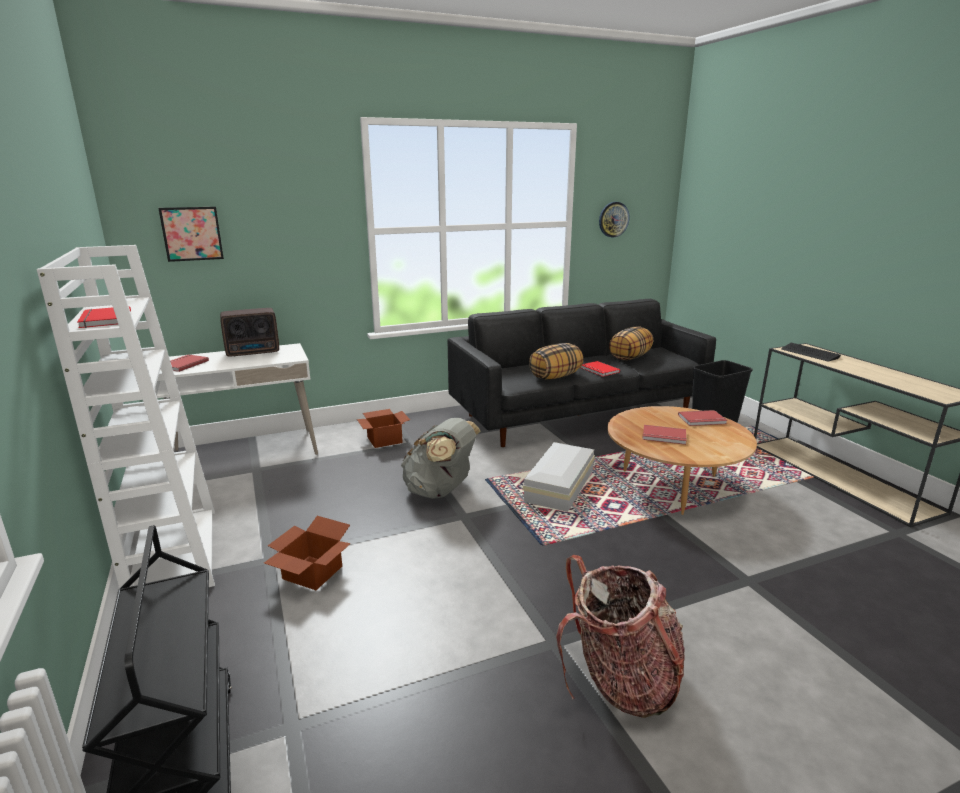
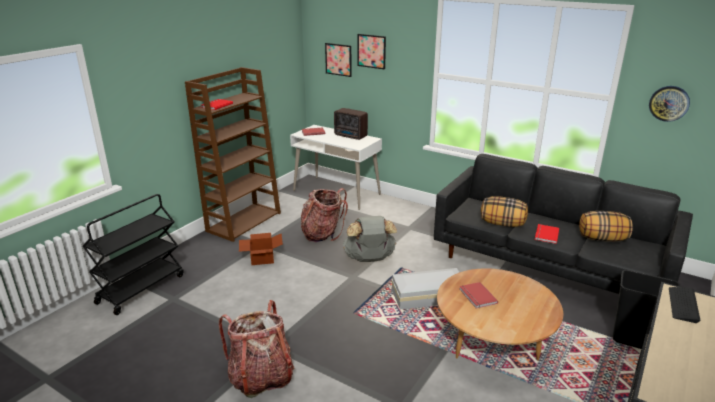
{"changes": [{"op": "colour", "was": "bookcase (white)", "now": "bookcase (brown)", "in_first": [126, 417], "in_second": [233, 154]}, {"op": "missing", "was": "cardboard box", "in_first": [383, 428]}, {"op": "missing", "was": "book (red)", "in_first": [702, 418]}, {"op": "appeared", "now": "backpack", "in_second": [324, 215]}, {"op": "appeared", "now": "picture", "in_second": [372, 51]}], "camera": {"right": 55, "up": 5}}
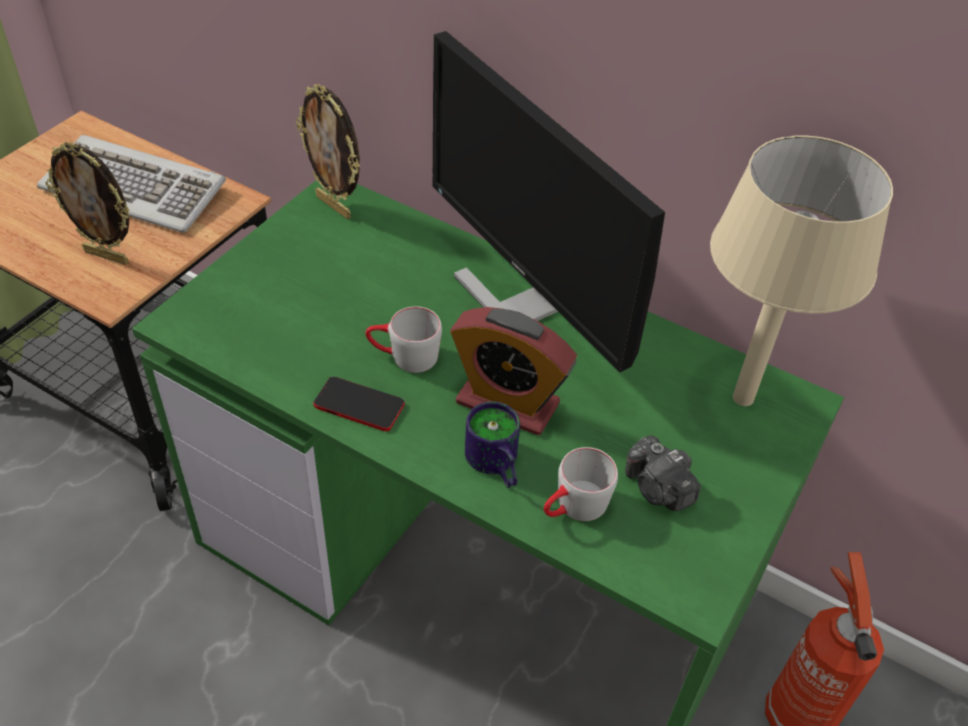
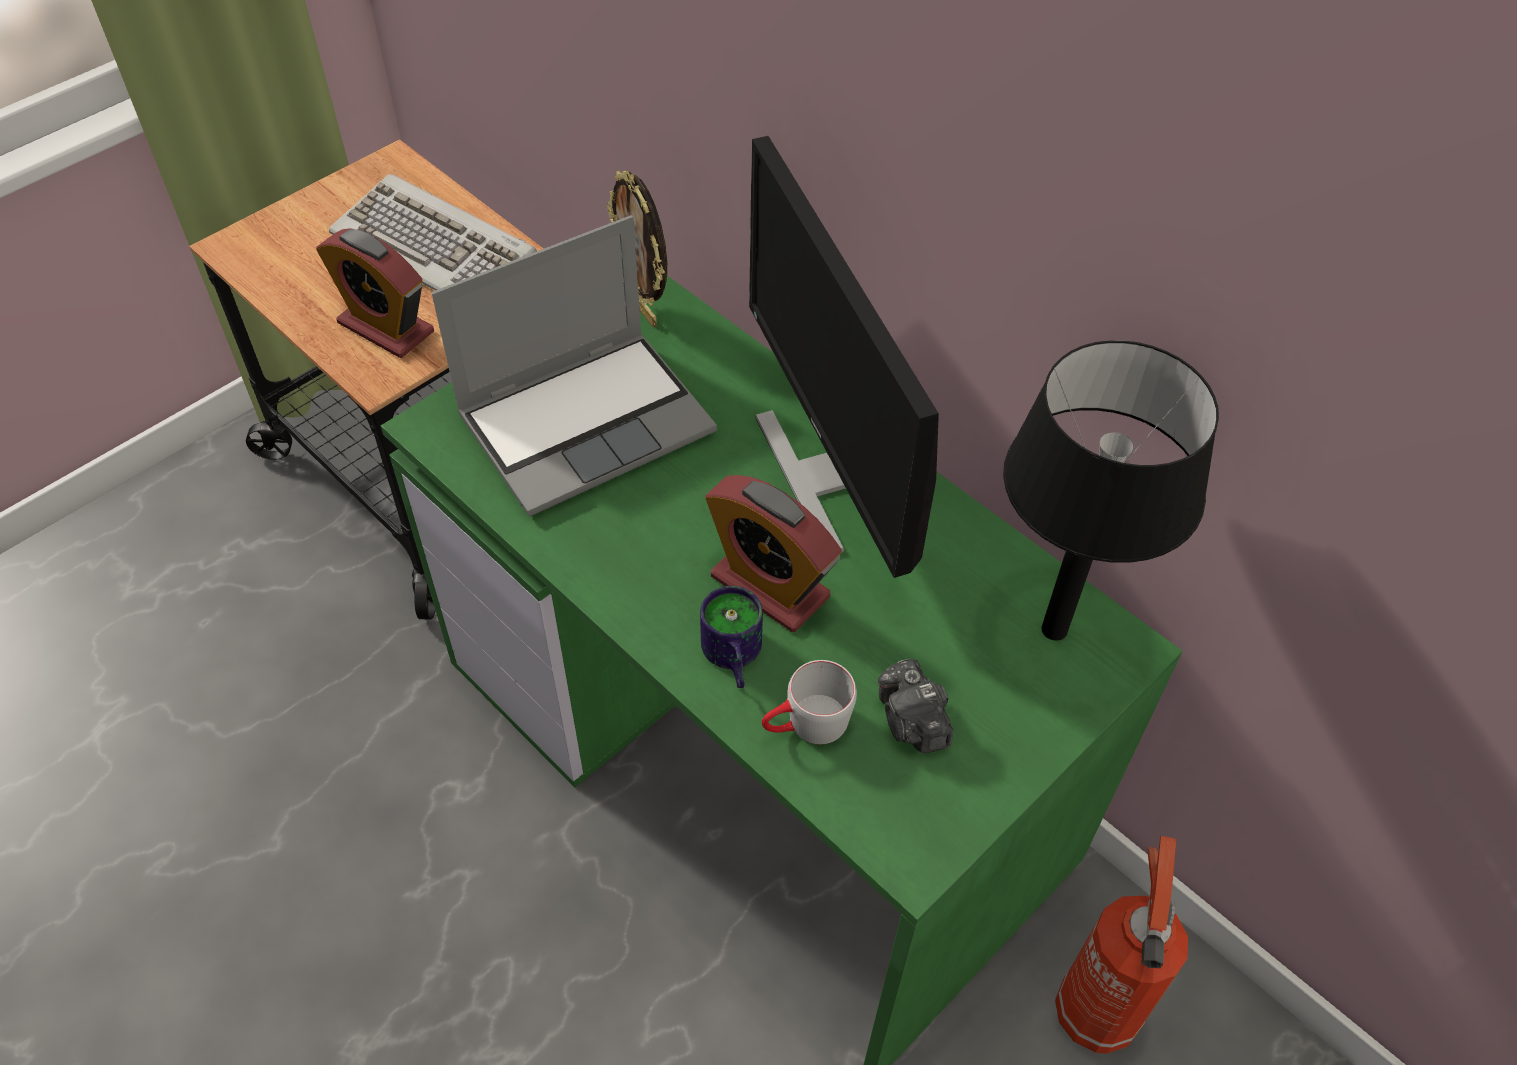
{"changes": [{"op": "exchanged", "was": "picture frame", "now": "alarm clock", "in_first": [87, 203], "in_second": [375, 293]}, {"op": "missing", "was": "phone", "in_first": [359, 404]}, {"op": "missing", "was": "mug (grey)", "in_first": [403, 339]}, {"op": "colour", "was": "table lamp (beige)", "now": "table lamp (black)", "in_first": [801, 271], "in_second": [1111, 490]}, {"op": "appeared", "now": "laptop", "in_second": [574, 366]}], "camera": {"right": 15, "up": 5}}
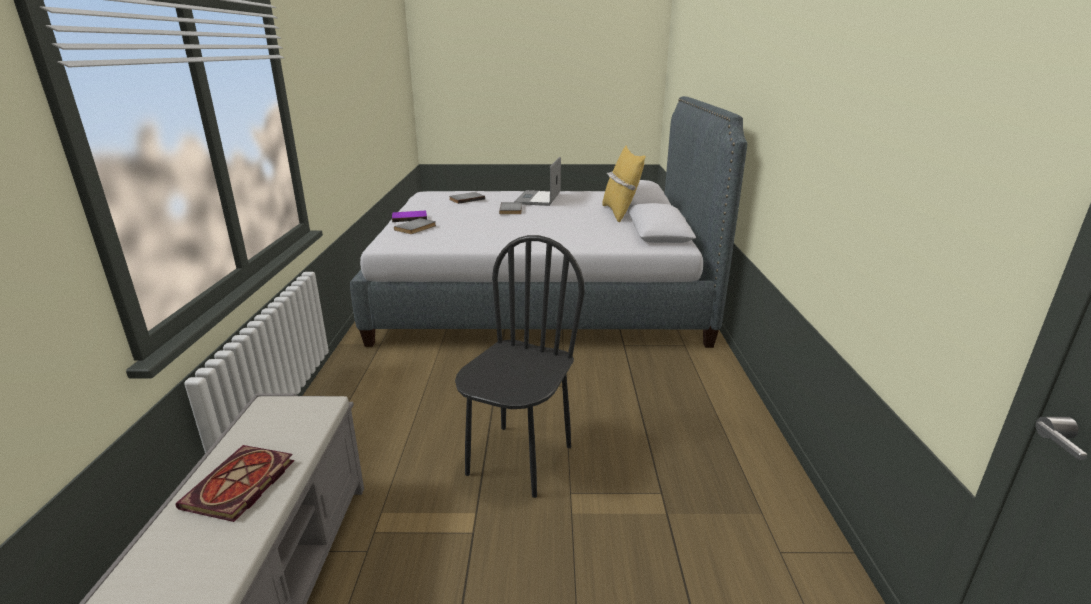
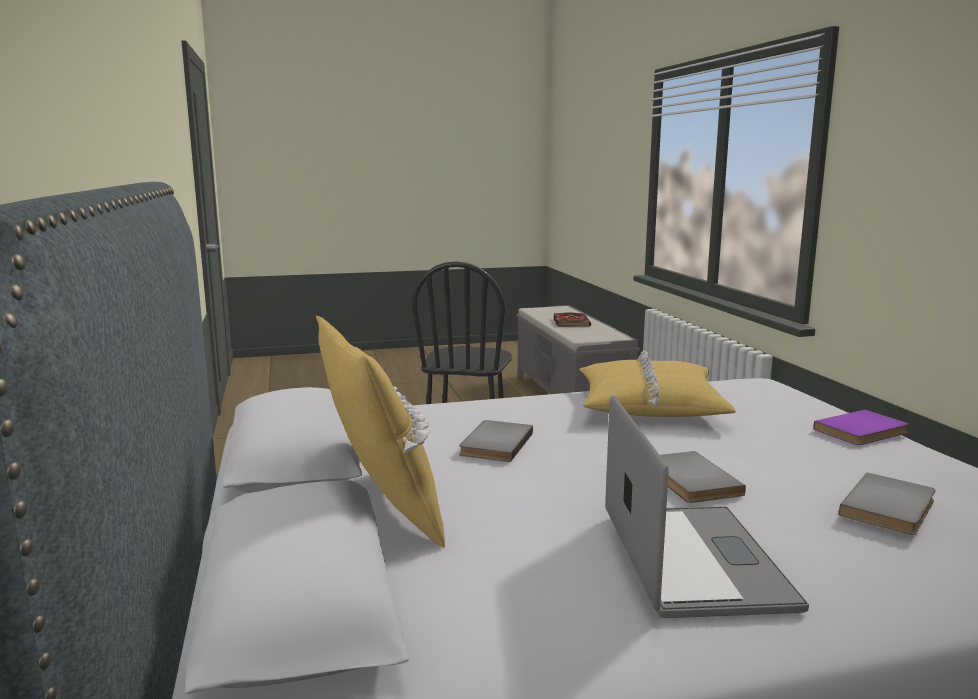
{"changes": [{"op": "relocated", "was": "book (grey)", "in_first": [415, 226], "in_second": [496, 441]}, {"op": "appeared", "now": "pillow (yellow)", "in_second": [657, 383]}], "camera": {"right": 165, "up": -10}}
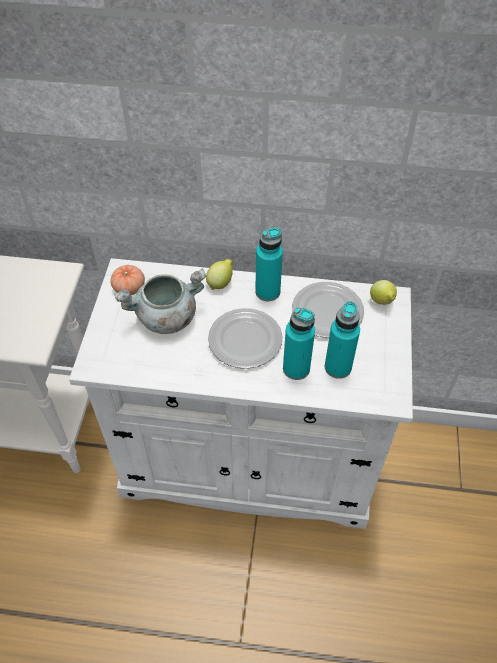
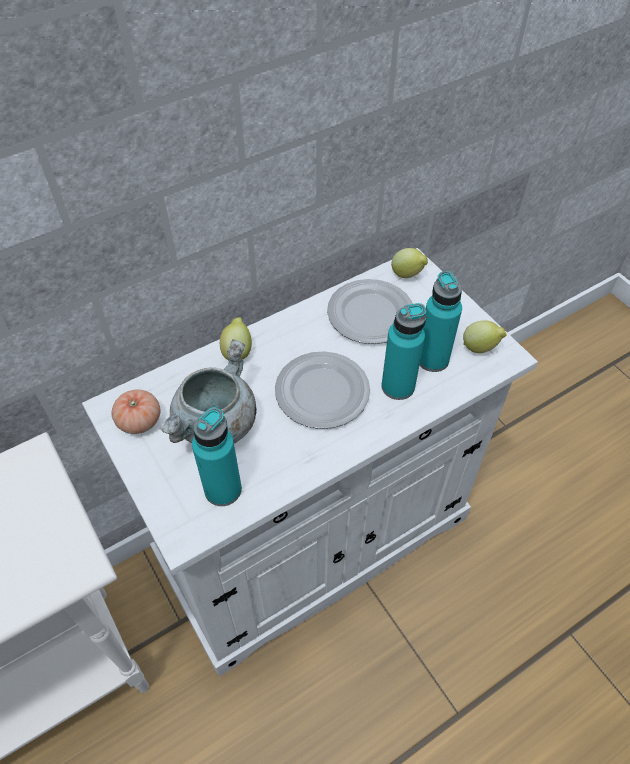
{"changes": [{"op": "relocated", "was": "bottle (turquoise)", "in_first": [269, 264], "in_second": [217, 456]}, {"op": "appeared", "now": "lemon", "in_second": [484, 336]}], "camera": {"right": -40, "up": 0}}
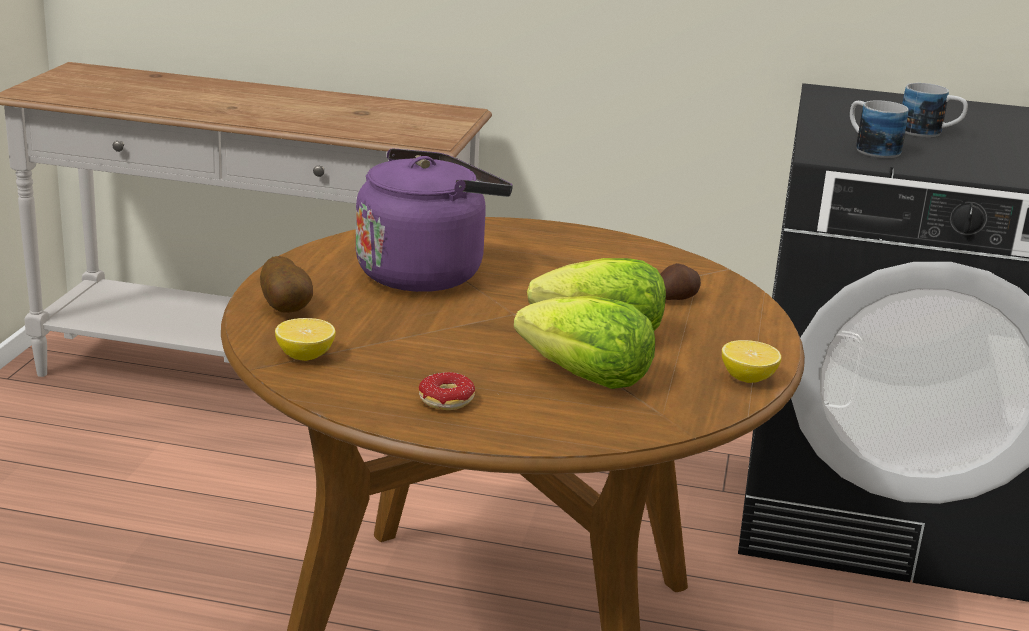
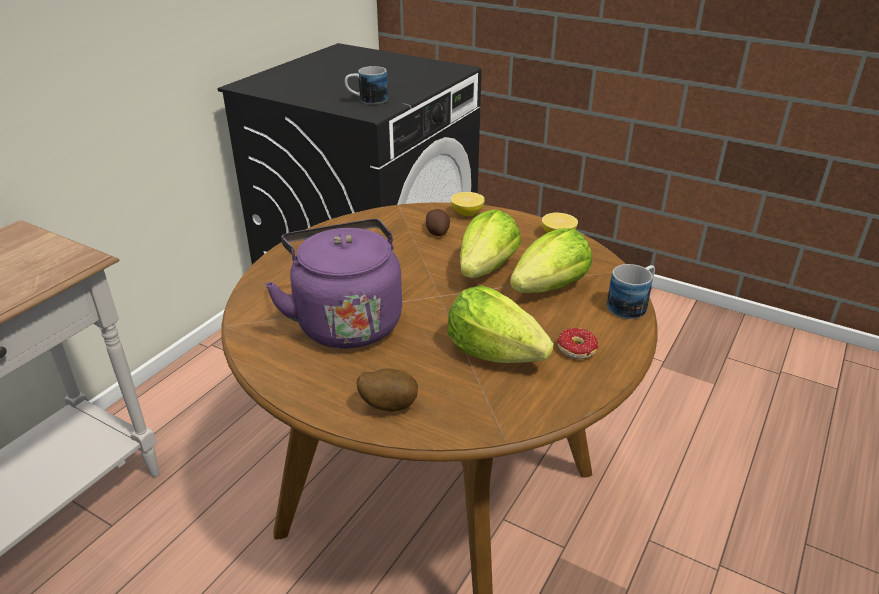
{"changes": [{"op": "relocated", "was": "lemon", "in_first": [305, 339], "in_second": [468, 204]}, {"op": "relocated", "was": "mug", "in_first": [935, 110], "in_second": [631, 291]}, {"op": "appeared", "now": "lettuce", "in_second": [501, 324]}], "camera": {"right": -70, "up": 10}}
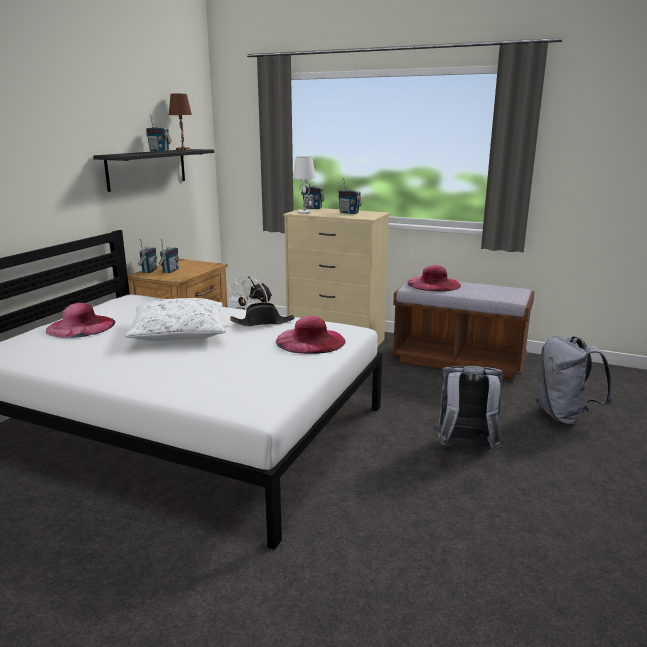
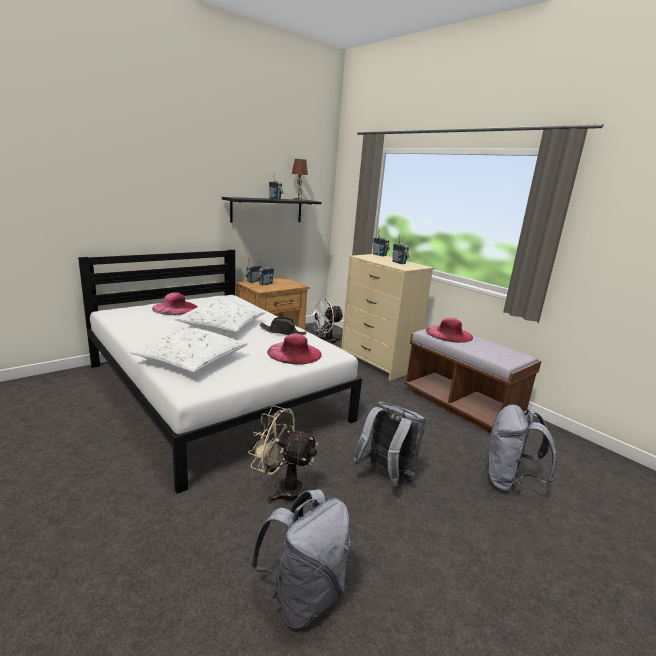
{"changes": [{"op": "missing", "was": "table lamp (white)", "in_first": [304, 185]}, {"op": "appeared", "now": "pillow (white)", "in_second": [189, 350]}, {"op": "appeared", "now": "fan (beige)", "in_second": [283, 454]}, {"op": "appeared", "now": "backpack (grey)", "in_second": [300, 559]}], "camera": {"right": 25, "up": 0}}
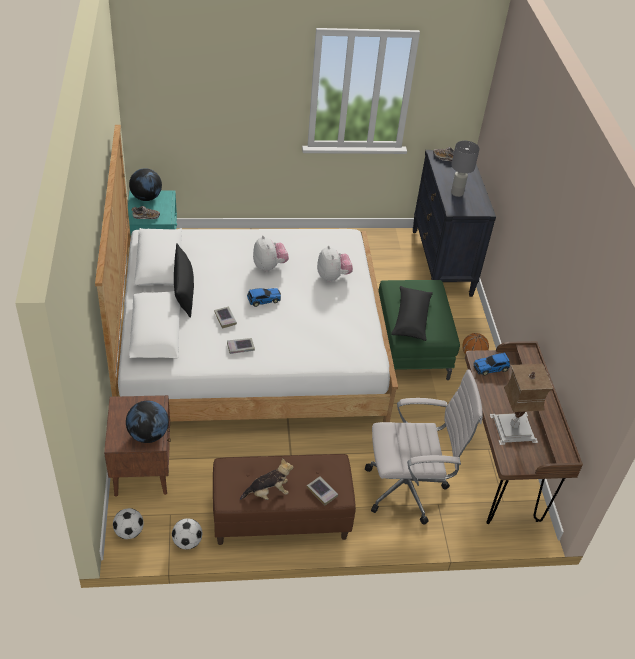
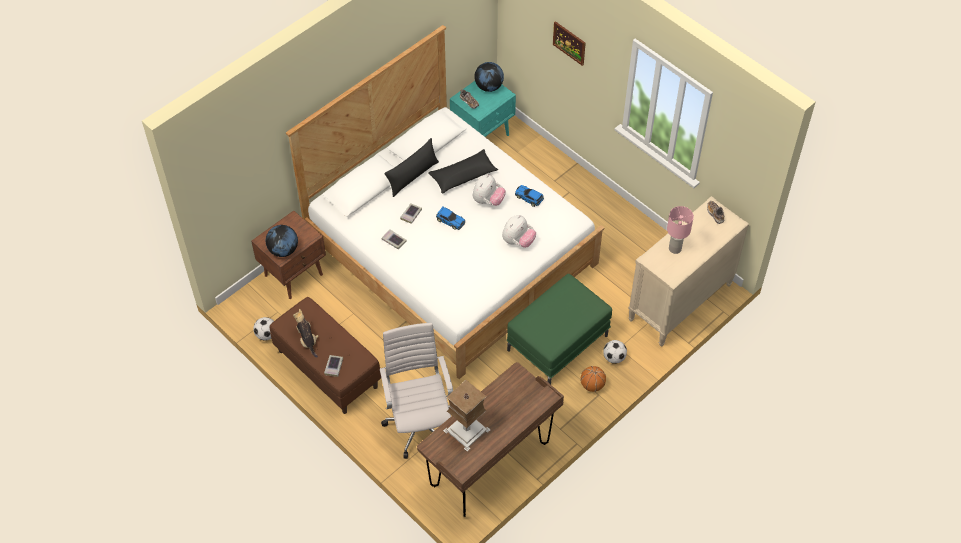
{"changes": [{"op": "relocated", "was": "football", "in_first": [128, 523], "in_second": [615, 352]}, {"op": "spun", "was": "plush toy", "in_first": [267, 479], "in_second": [305, 333], "clockwise": -150}, {"op": "spun", "was": "office chair (white)", "in_first": [424, 447], "in_second": [416, 391], "clockwise": -150}, {"op": "relocated", "was": "pillow (black)", "in_first": [412, 313], "in_second": [463, 171]}, {"op": "colour", "was": "dresser (black)", "now": "dresser (beige)", "in_first": [454, 223], "in_second": [688, 271]}, {"op": "colour", "was": "table lamp (grey)", "now": "table lamp (pink)", "in_first": [465, 169], "in_second": [680, 230]}, {"op": "relocated", "was": "toy car", "in_first": [491, 364], "in_second": [529, 196]}, {"op": "appeared", "now": "picture", "in_second": [569, 43]}], "camera": {"right": 55, "up": 10}}
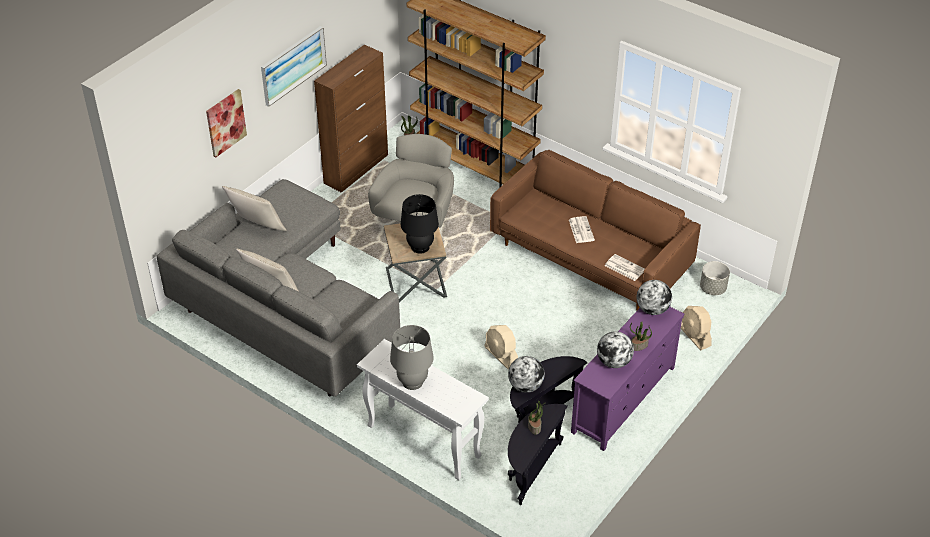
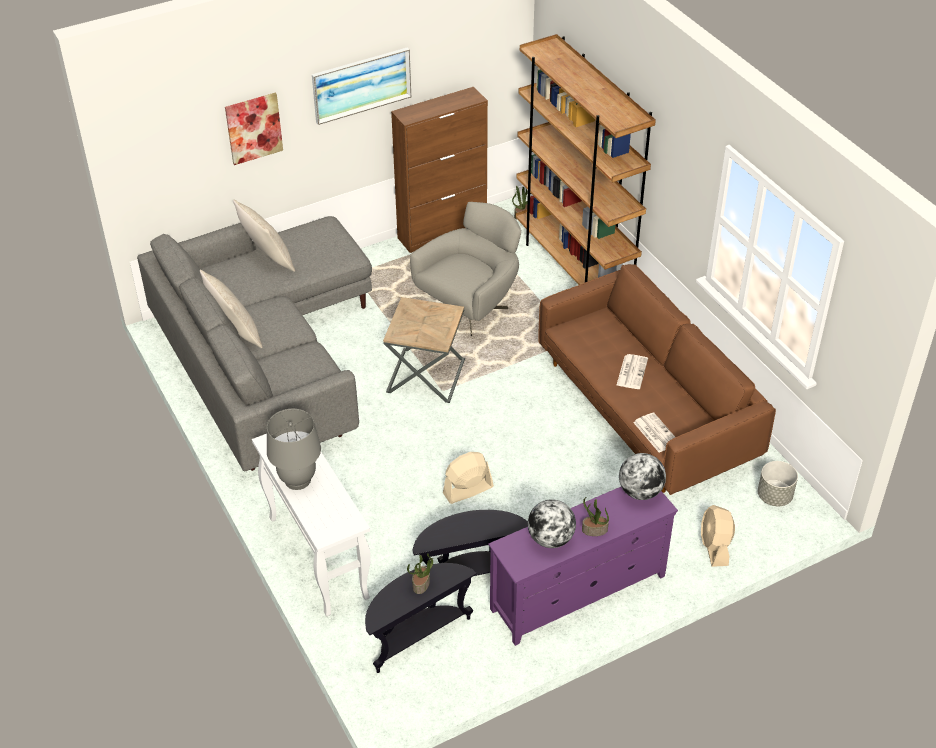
{"changes": [{"op": "missing", "was": "table lamp (black)", "in_first": [420, 224]}, {"op": "spun", "was": "fan (beige)", "in_first": [501, 347], "in_second": [468, 478], "clockwise": 75}, {"op": "missing", "was": "globe", "in_first": [526, 374]}], "camera": {"right": 25, "up": 0}}
